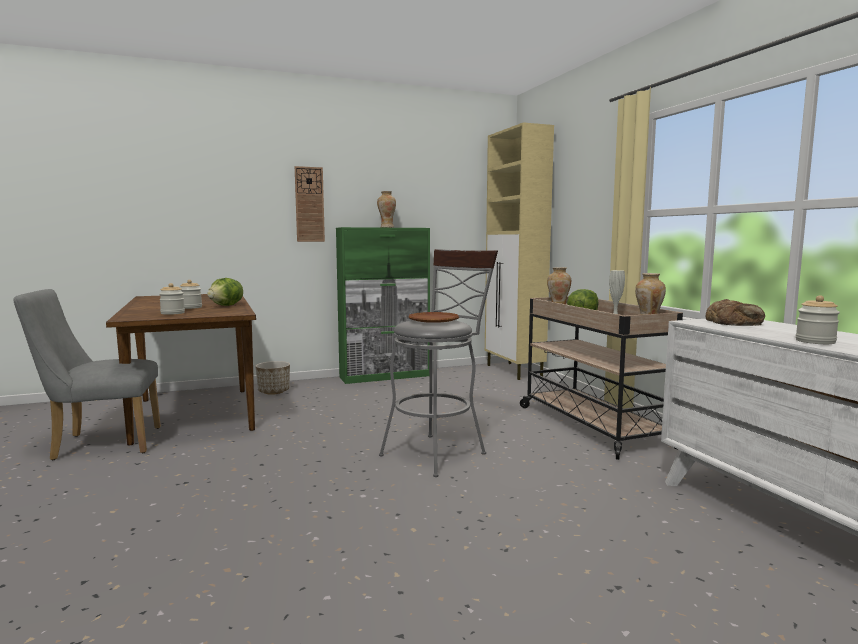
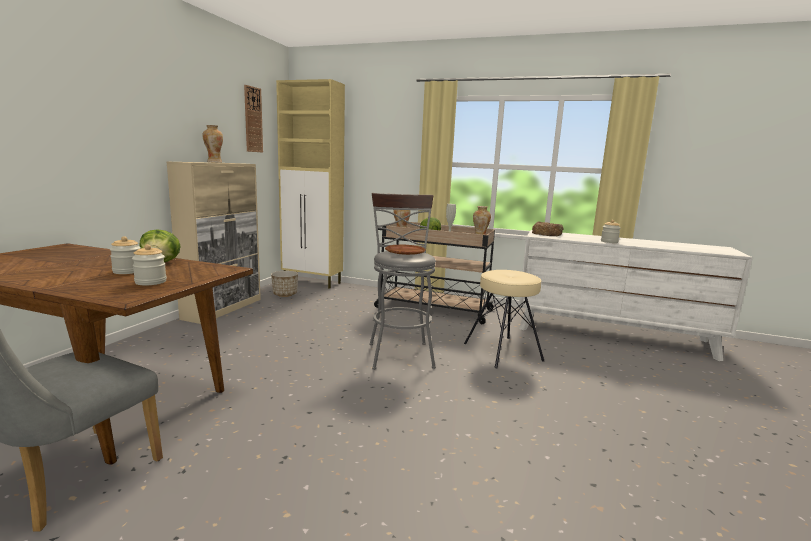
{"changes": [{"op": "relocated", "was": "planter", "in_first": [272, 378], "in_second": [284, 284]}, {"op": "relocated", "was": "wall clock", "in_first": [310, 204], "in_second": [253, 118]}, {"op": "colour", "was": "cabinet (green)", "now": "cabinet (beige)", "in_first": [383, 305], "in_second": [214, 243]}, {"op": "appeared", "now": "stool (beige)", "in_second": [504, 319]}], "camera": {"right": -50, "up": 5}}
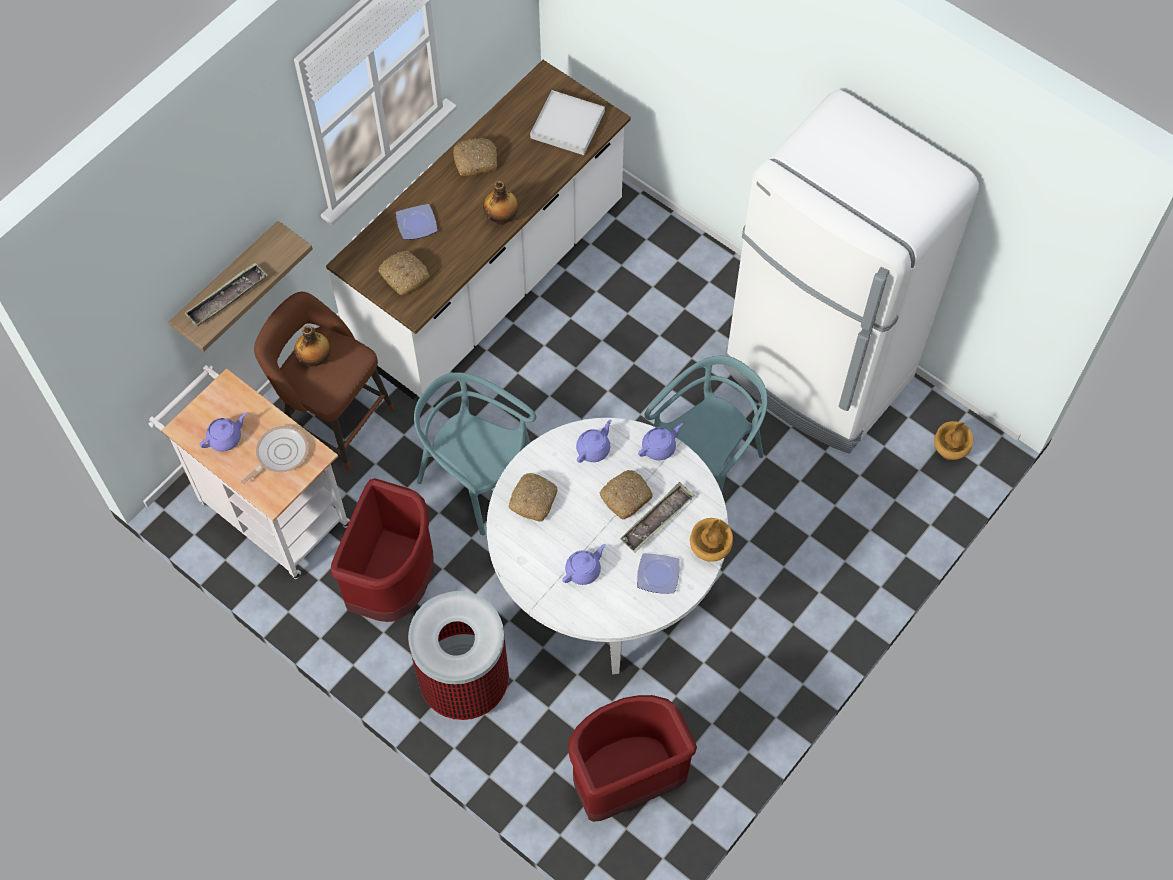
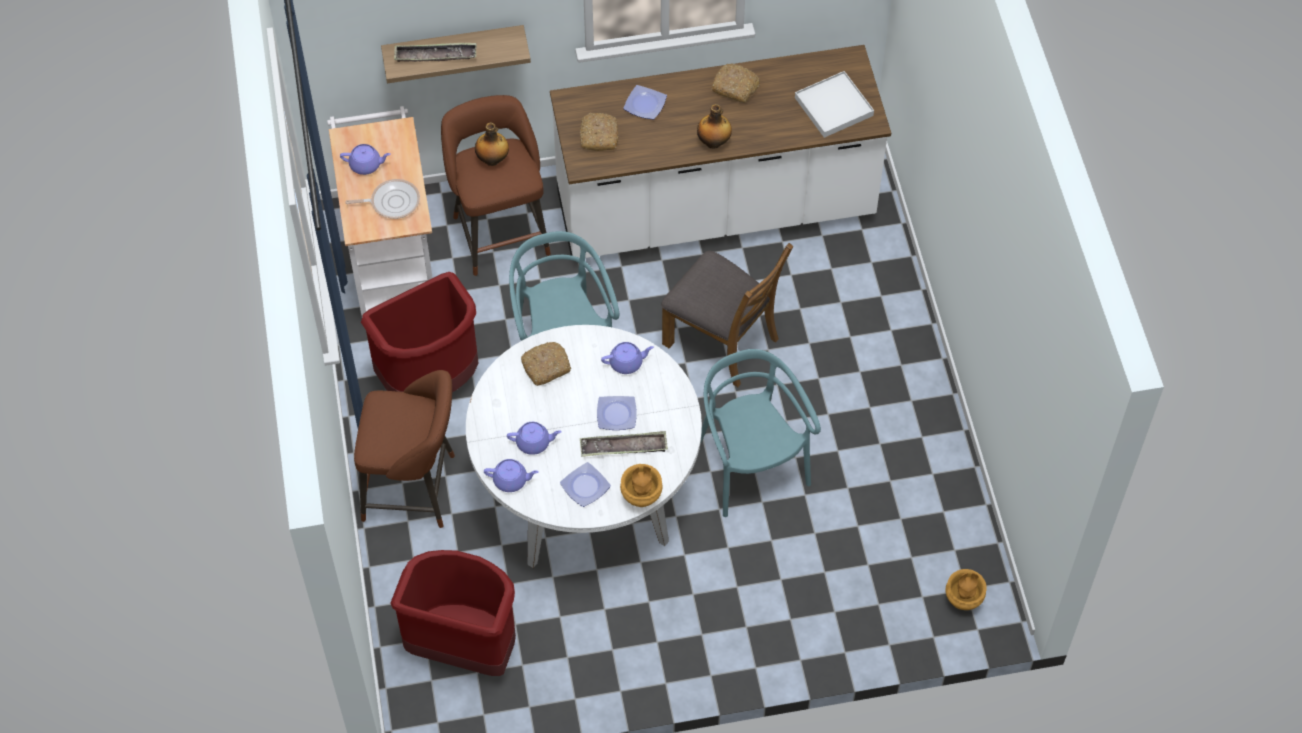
{"changes": [{"op": "exchanged", "was": "trash can", "now": "stool (brown)", "in_first": [458, 655], "in_second": [404, 449]}, {"op": "exchanged", "was": "bread", "now": "plate", "in_first": [626, 495], "in_second": [617, 413]}, {"op": "relocated", "was": "teapot (purple)", "in_first": [660, 441], "in_second": [511, 475]}, {"op": "spun", "was": "chair (turquoise)", "in_first": [705, 424], "in_second": [761, 433], "clockwise": -105}, {"op": "missing", "was": "fridge (white)", "in_first": [851, 271]}, {"op": "appeared", "now": "chair (brown)", "in_second": [727, 315]}], "camera": {"right": 40, "up": -5}}
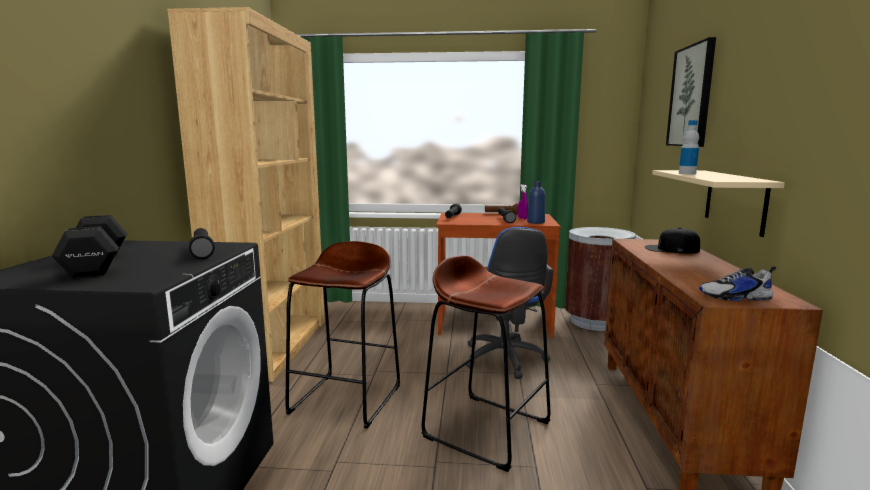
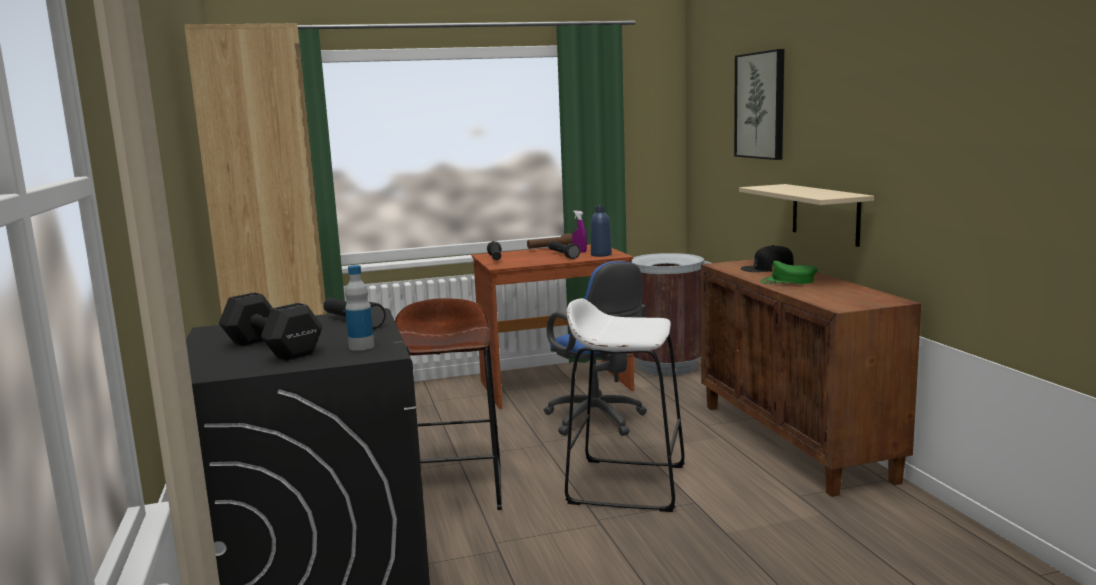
{"changes": [{"op": "colour", "was": "stool (brown)", "now": "stool (white)", "in_first": [486, 364], "in_second": [625, 405]}, {"op": "relocated", "was": "bottle", "in_first": [689, 147], "in_second": [359, 308]}, {"op": "missing", "was": "shoe", "in_first": [737, 283]}, {"op": "appeared", "now": "cap (green)", "in_second": [789, 272]}], "camera": {"right": -20, "up": 0}}
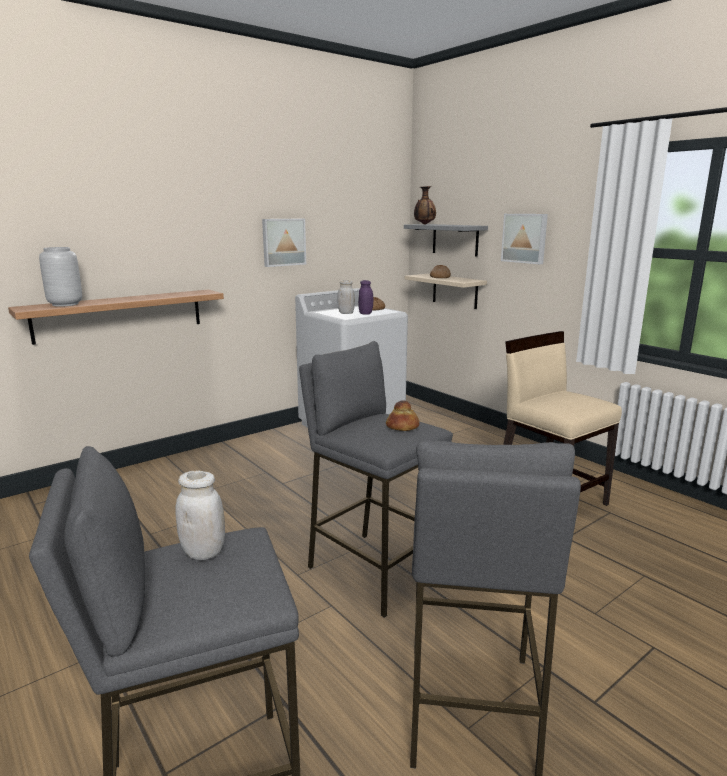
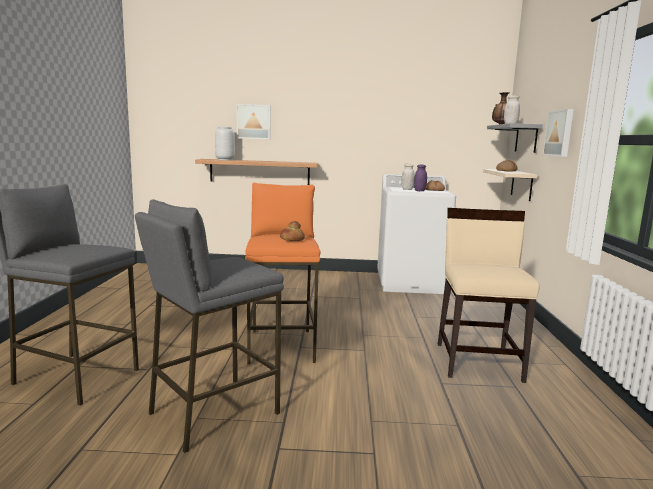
{"changes": [{"op": "relocated", "was": "jar (white)", "in_first": [200, 515], "in_second": [512, 110]}, {"op": "relocated", "was": "picture", "in_first": [284, 242], "in_second": [253, 121]}, {"op": "colour", "was": "stool (grey)", "now": "stool (orange)", "in_first": [376, 479], "in_second": [283, 274]}], "camera": {"right": 40, "up": -5}}
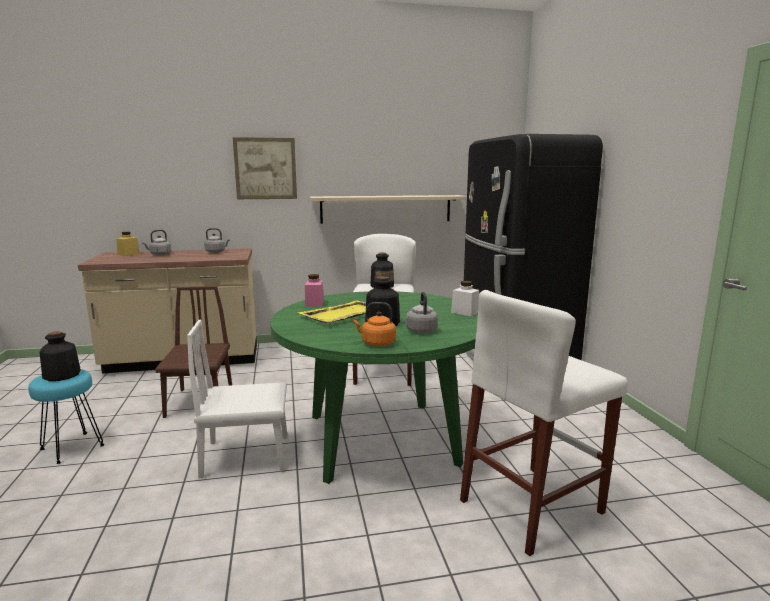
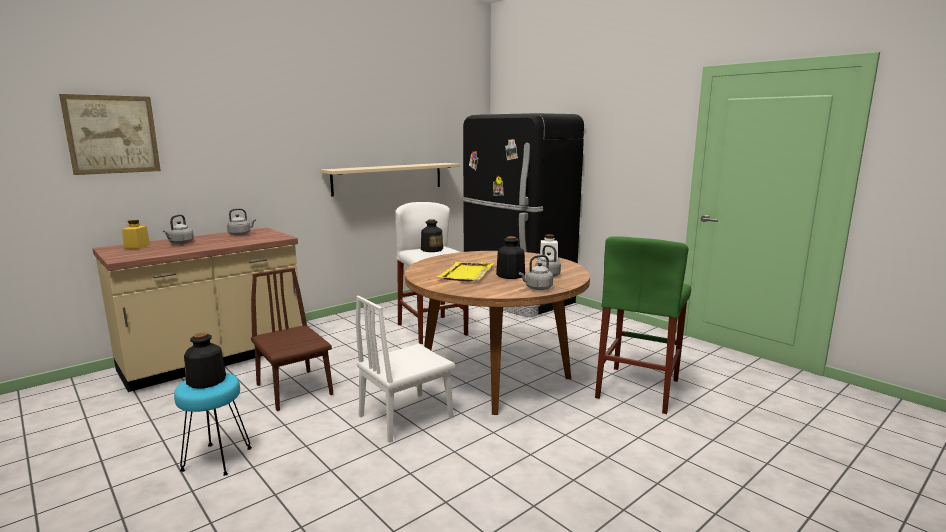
{"changes": [{"op": "relocated", "was": "picture", "in_first": [265, 168], "in_second": [110, 134]}, {"op": "colour", "was": "dining table (green)", "now": "dining table (brown)", "in_first": [374, 387], "in_second": [497, 333]}, {"op": "missing", "was": "jar (pink)", "in_first": [314, 290]}, {"op": "colour", "was": "kettle (orange)", "now": "kettle (grey)", "in_first": [374, 324], "in_second": [536, 272]}, {"op": "colour", "was": "stool (white)", "now": "stool (green)", "in_first": [544, 423], "in_second": [643, 325]}], "camera": {"right": -30, "up": 0}}
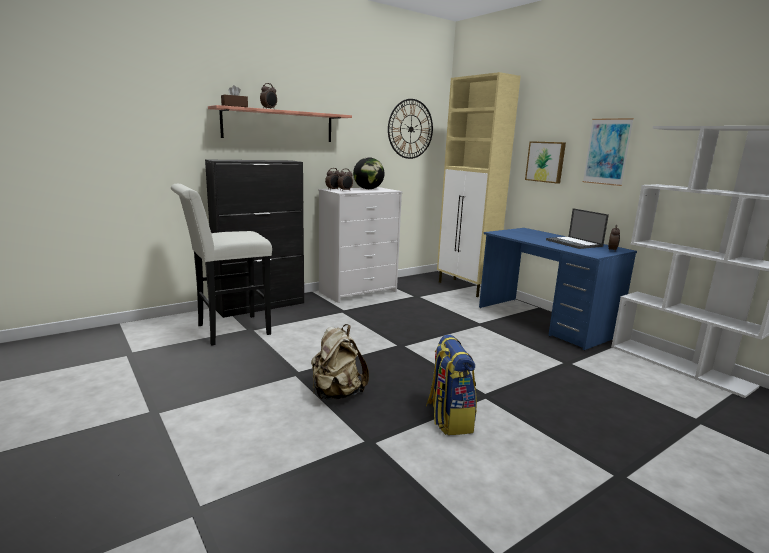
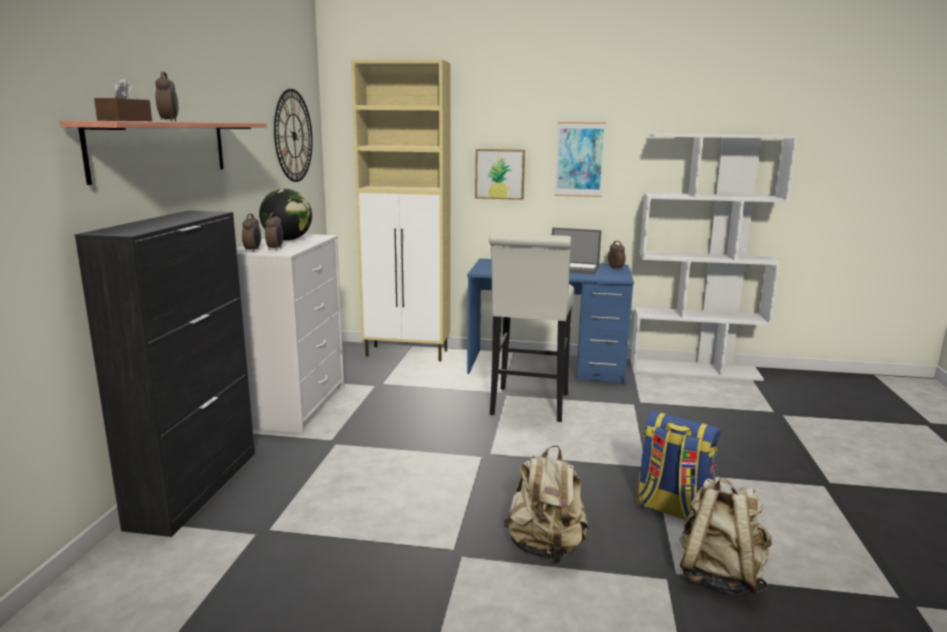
{"changes": [{"op": "relocated", "was": "stool (white)", "in_first": [221, 265], "in_second": [531, 327]}, {"op": "appeared", "now": "backpack (beige)", "in_second": [725, 536]}], "camera": {"right": -45, "up": 0}}
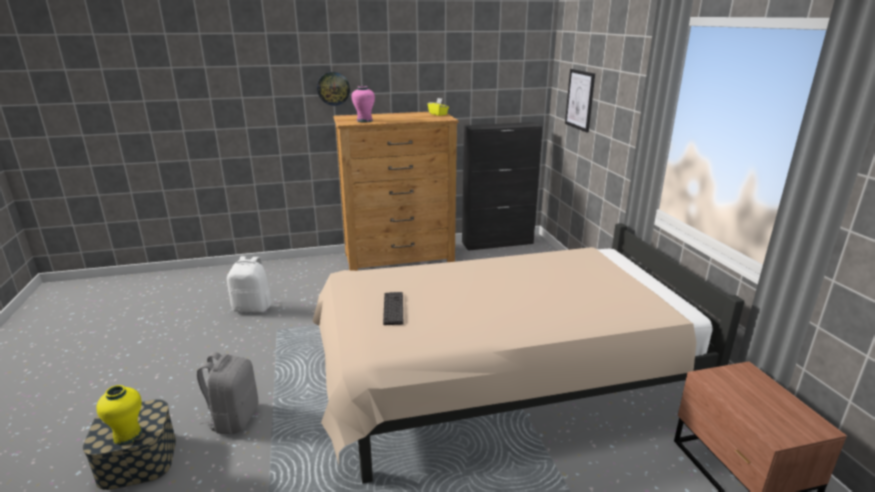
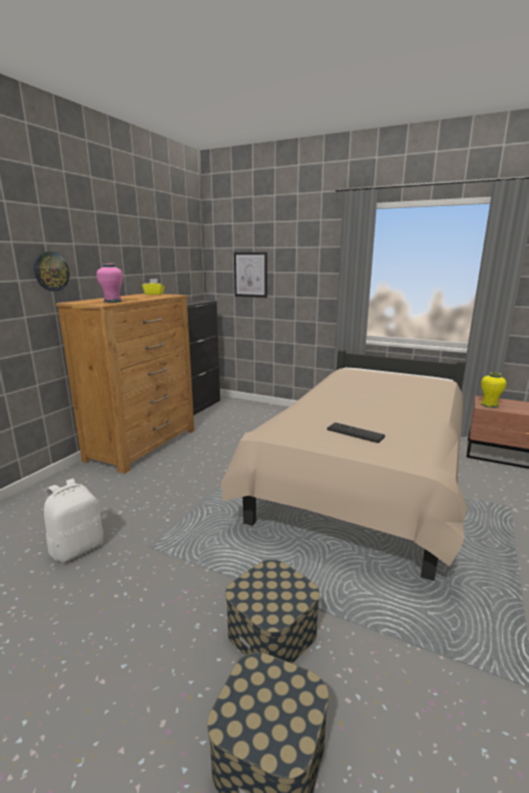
{"changes": [{"op": "relocated", "was": "vase (yellow)", "in_first": [119, 415], "in_second": [494, 390]}, {"op": "exchanged", "was": "backpack (grey)", "now": "storage box", "in_first": [227, 393], "in_second": [272, 611]}], "camera": {"right": -50, "up": -5}}
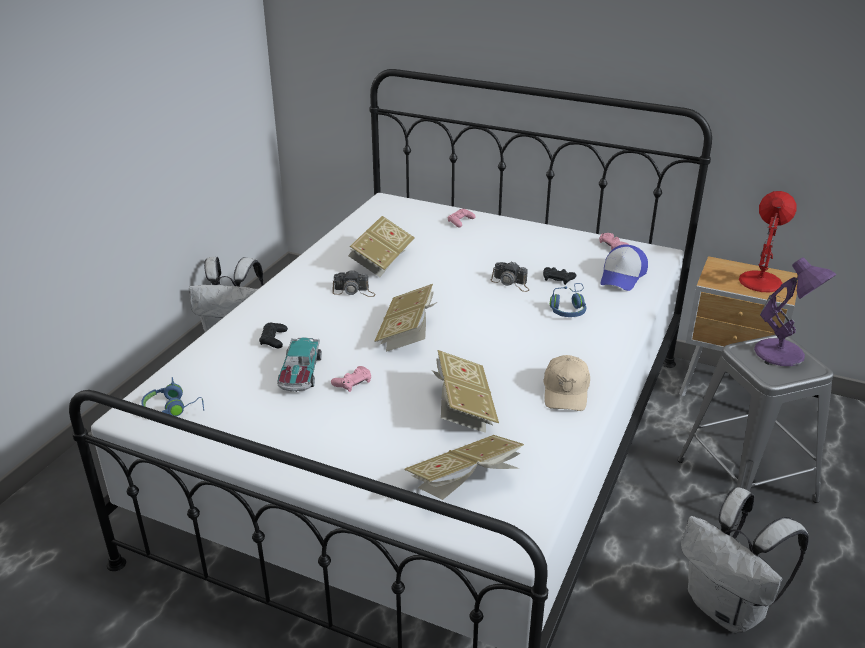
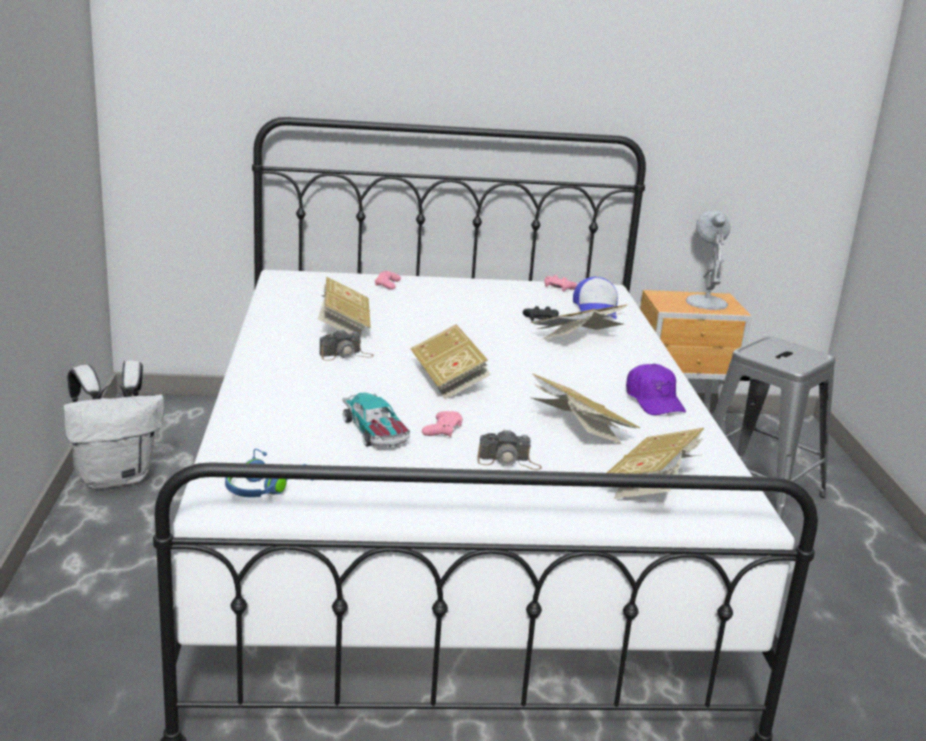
{"changes": [{"op": "missing", "was": "game controller (black)", "in_first": [273, 335]}, {"op": "relocated", "was": "photo camera", "in_first": [509, 276], "in_second": [509, 449]}, {"op": "colour", "was": "cap (beige)", "now": "cap (purple)", "in_first": [566, 383], "in_second": [656, 389]}, {"op": "exchanged", "was": "headphones (blue)", "now": "book", "in_first": [568, 300], "in_second": [579, 322]}, {"op": "missing", "was": "backpack (white)", "in_first": [745, 560]}, {"op": "colour", "was": "table lamp (red)", "now": "table lamp (white)", "in_first": [767, 241], "in_second": [708, 260]}, {"op": "missing", "was": "table lamp (purple)", "in_first": [795, 311]}], "camera": {"right": -30, "up": -10}}
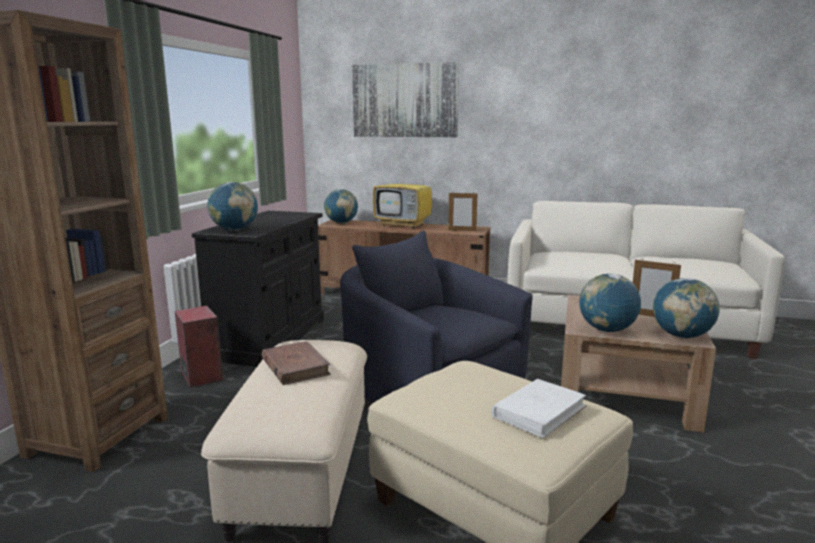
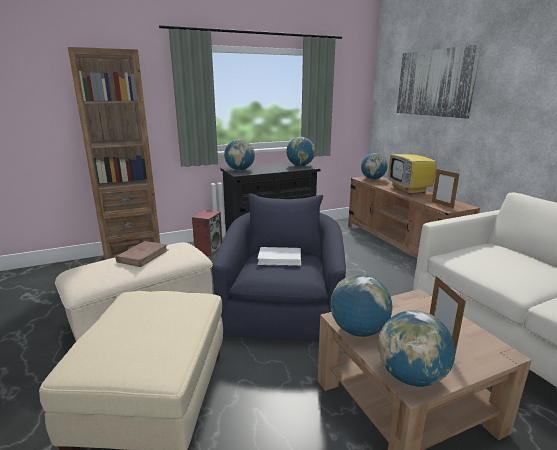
{"changes": [{"op": "relocated", "was": "book (white)", "in_first": [539, 408], "in_second": [279, 256]}, {"op": "appeared", "now": "globe", "in_second": [300, 151]}], "camera": {"right": 50, "up": 5}}
